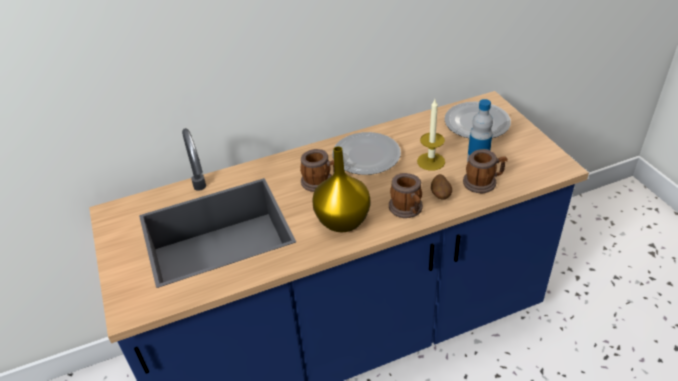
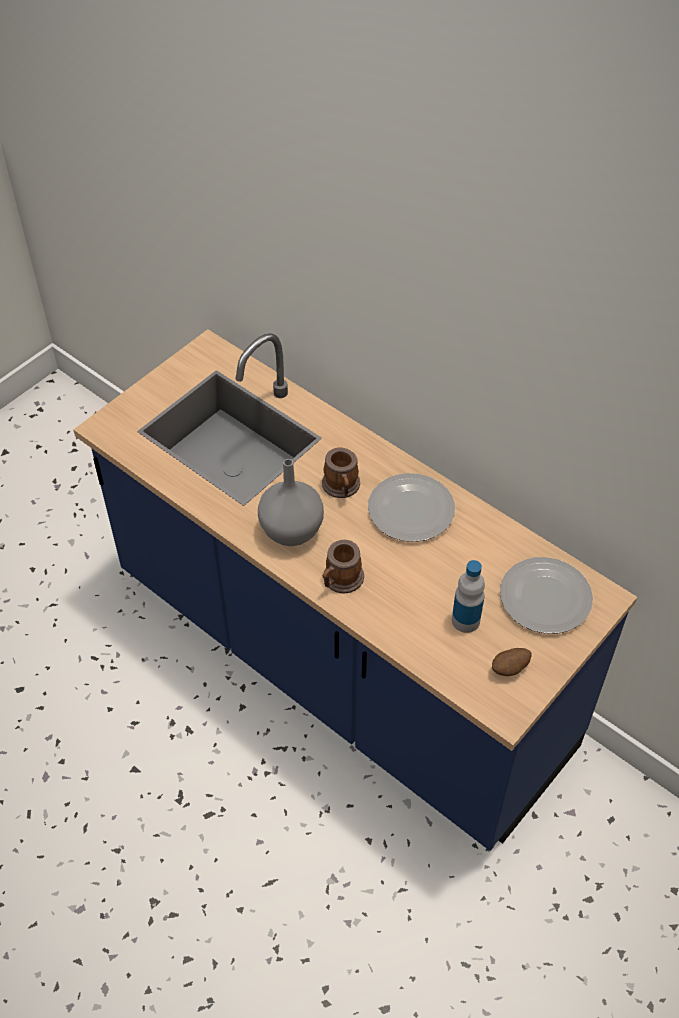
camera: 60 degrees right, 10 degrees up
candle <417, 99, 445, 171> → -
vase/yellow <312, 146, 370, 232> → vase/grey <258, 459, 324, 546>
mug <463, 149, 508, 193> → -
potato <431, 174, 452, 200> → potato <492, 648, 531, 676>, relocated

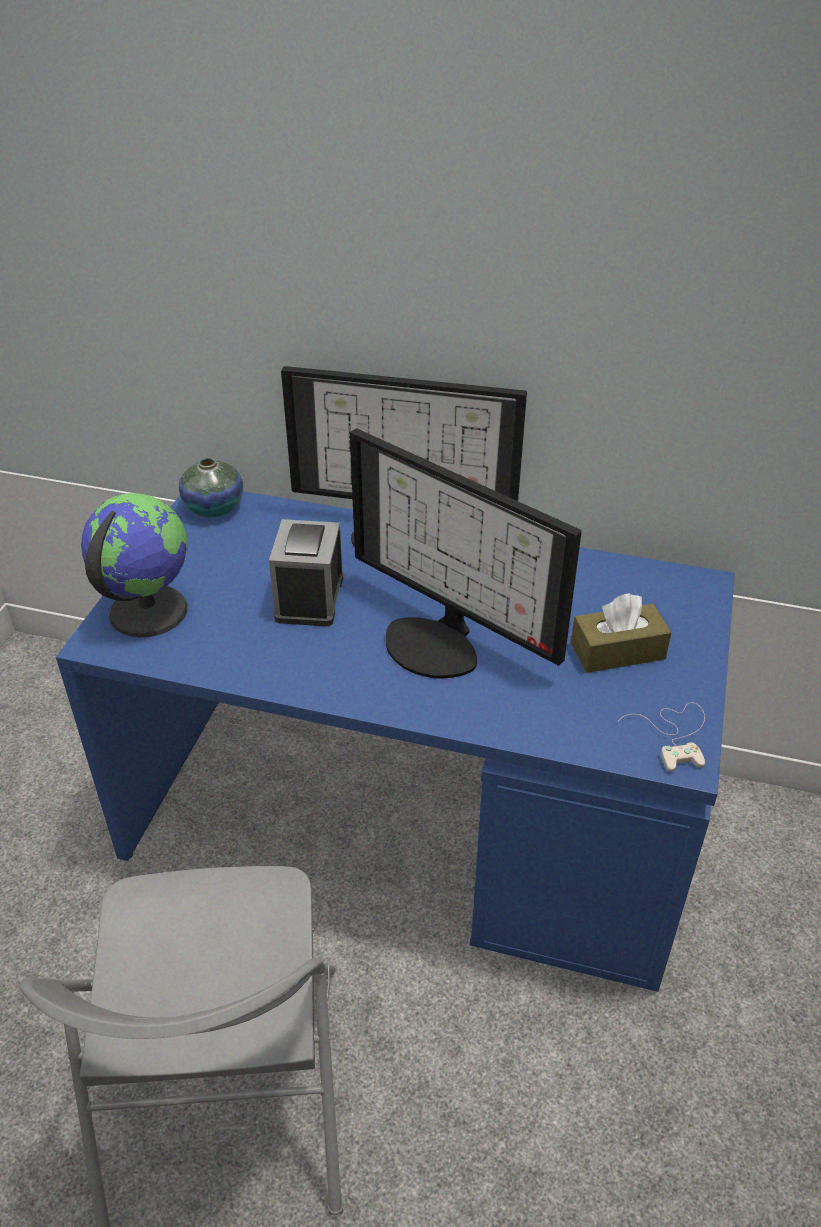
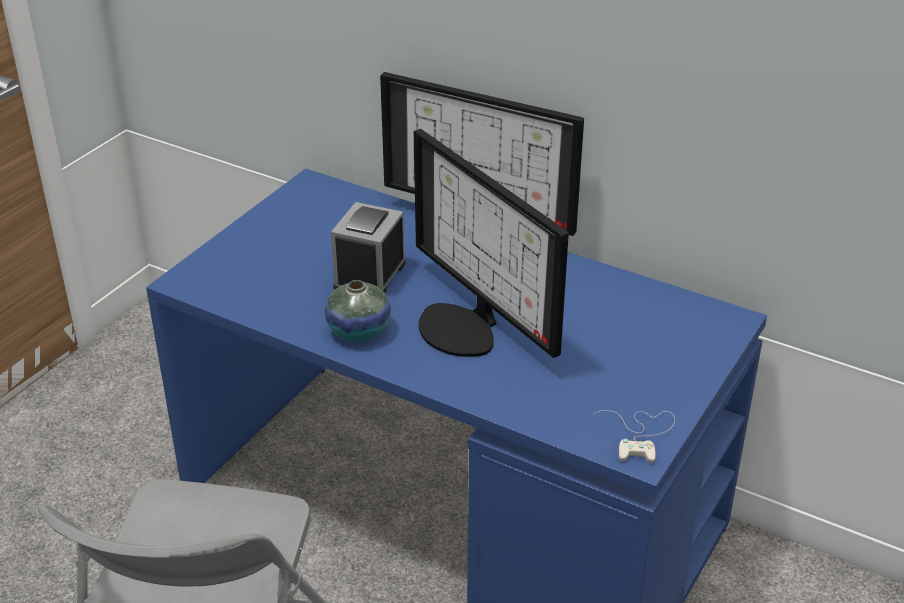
camera: 15 degrees right, 5 degrees down
vase <179, 458, 243, 517> → vase <324, 280, 391, 342>, relocated
globe <81, 493, 188, 637> → -
tissue box/brown <571, 593, 672, 673> → -

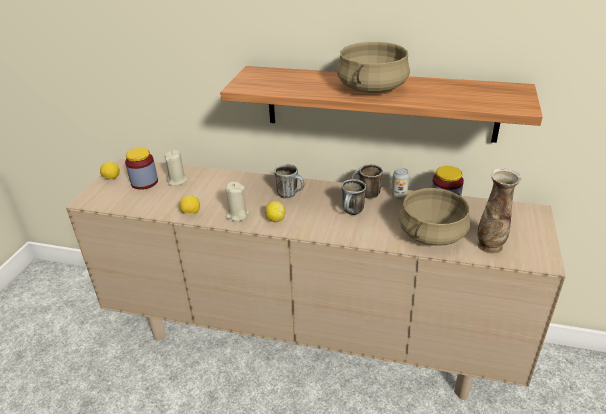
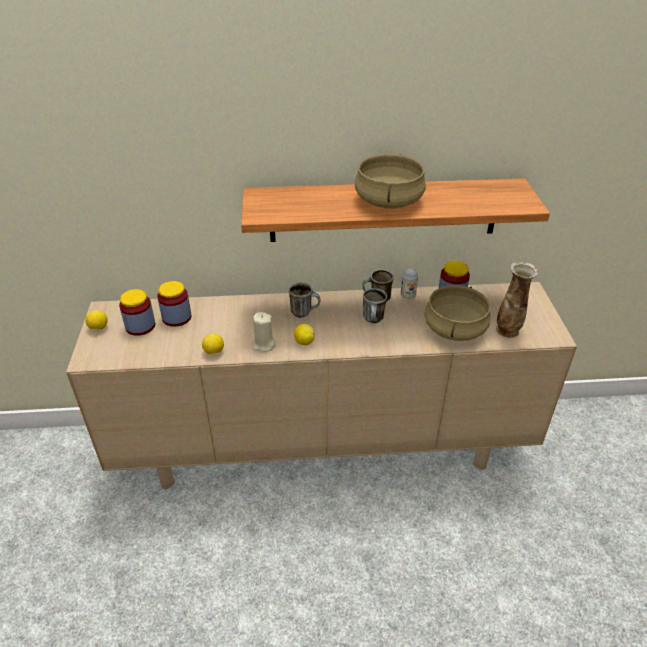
camera: 20 degrees left, 5 degrees up
candle/beige <164, 150, 188, 185> → jar <157, 281, 192, 327>

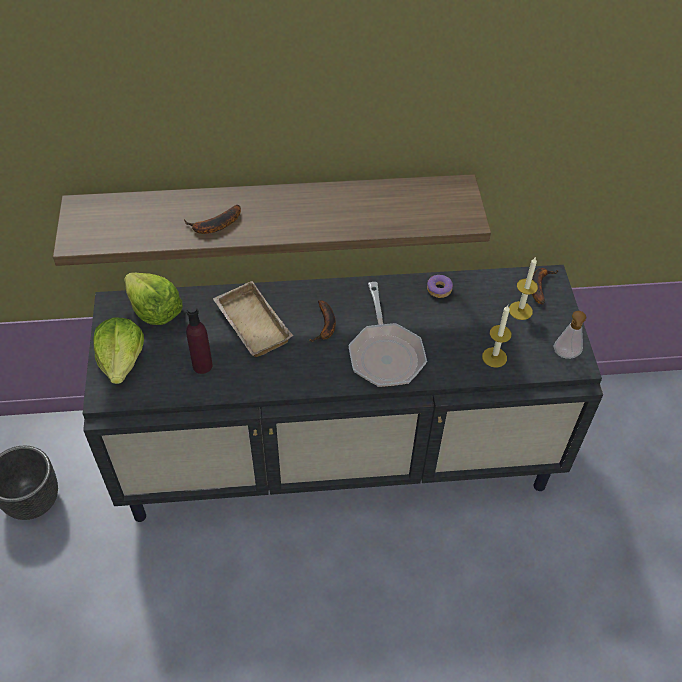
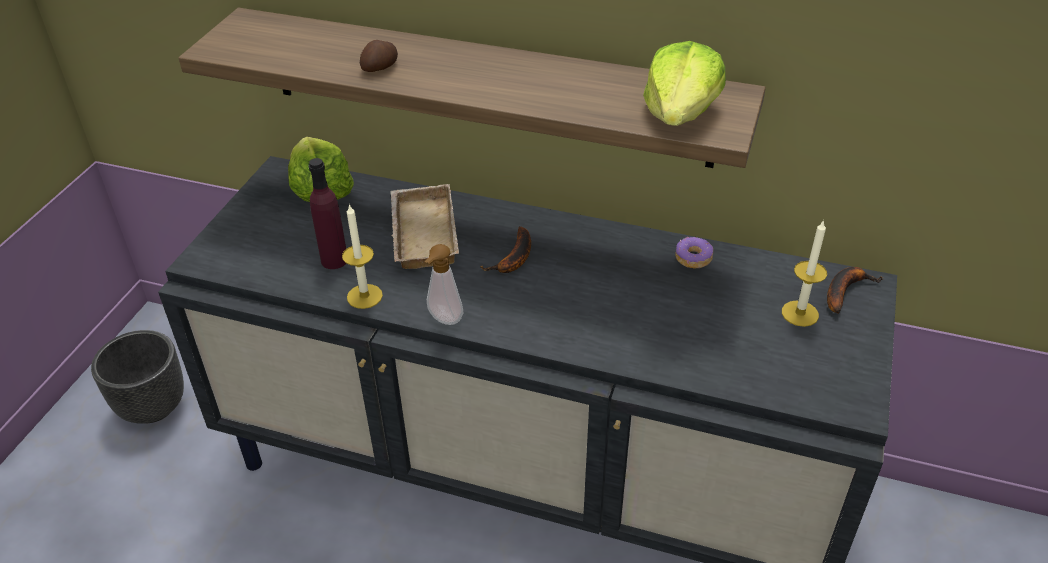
camera: 25 degrees right, 10 degrees down
banana <184, 205, 241, 234> → potato <360, 40, 398, 72>
frying pan <348, 282, 427, 387> → -
candle <482, 305, 512, 368> → candle <342, 204, 383, 309>, relocated
soap dispenser <553, 311, 587, 359> → soap dispenser <424, 244, 464, 325>, relocated
lettuce <93, 318, 144, 384> → lettuce <643, 41, 726, 126>, relocated

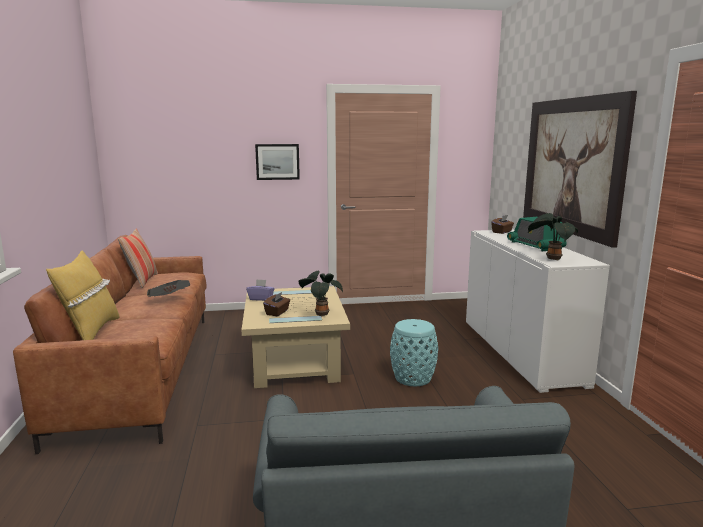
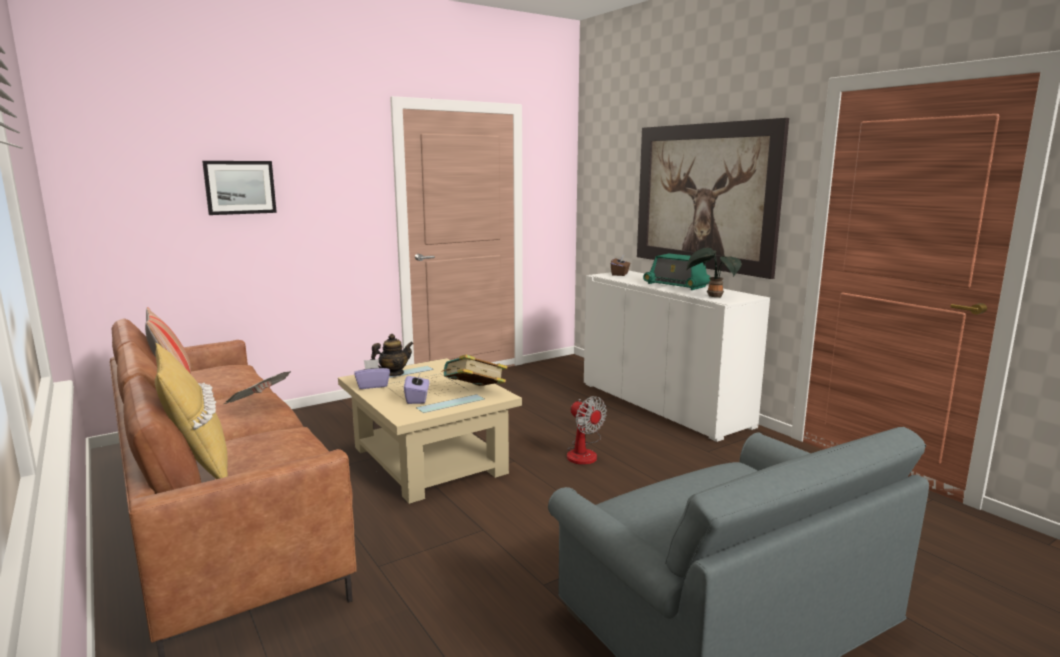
camera: 25 degrees left, 0 degrees up
picture <255, 144, 300, 180> → picture <202, 161, 277, 215>, relocated
potted plant <299, 271, 343, 317> → book <441, 354, 508, 386>
tissue box/brown <263, 292, 290, 316> → tissue box/purple <404, 372, 429, 404>
stool/turquoise <390, 319, 438, 386> → fan <567, 396, 607, 465>
- → teapot <371, 334, 414, 376>

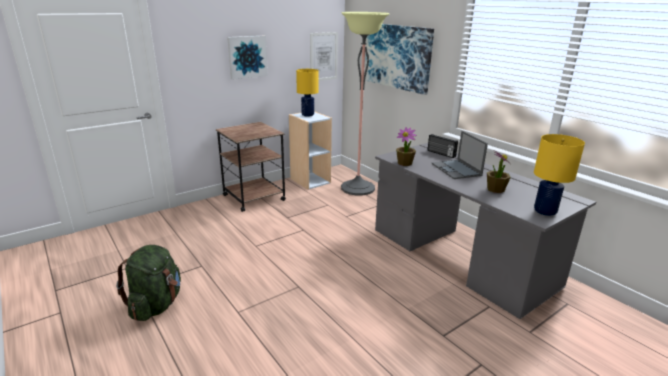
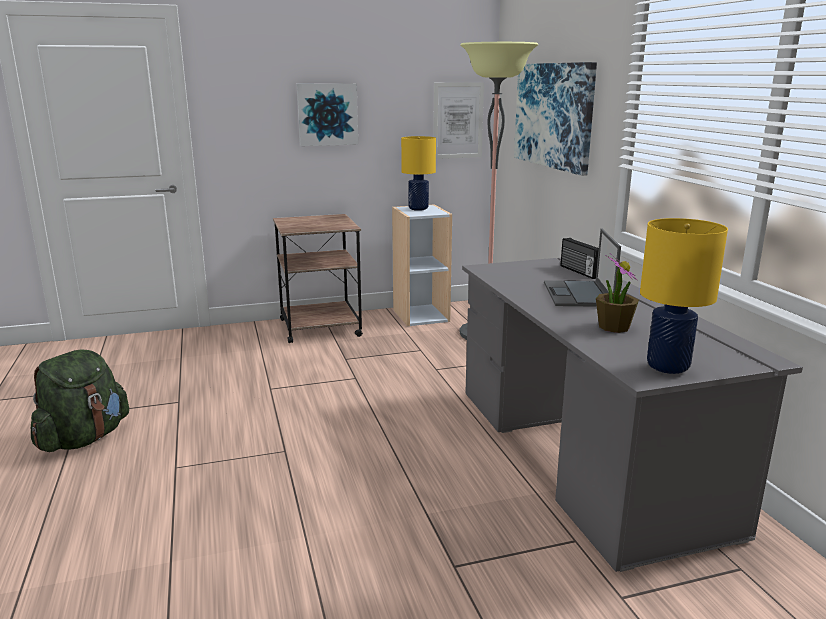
camera: 20 degrees right, 5 degrees down
potted plant <396, 127, 417, 166> → -

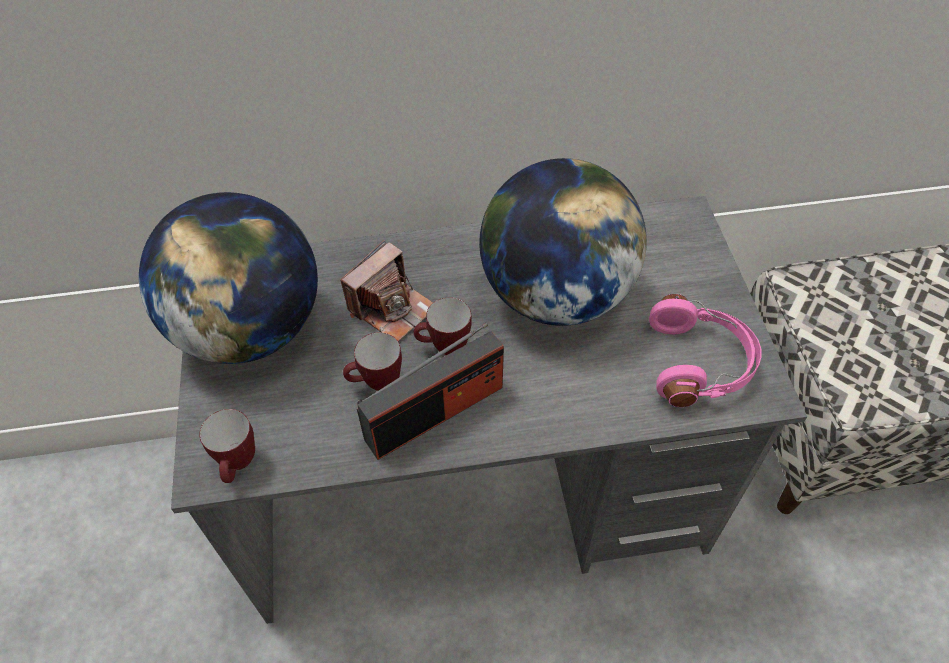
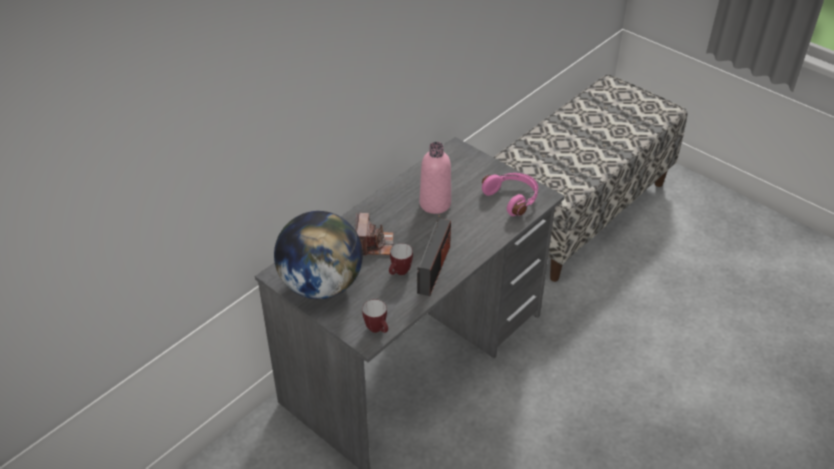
camera: 40 degrees left, 10 degrees down
globe <479, 158, 647, 326> → bottle/pink <420, 142, 451, 214>
mug <414, 297, 472, 355> → -

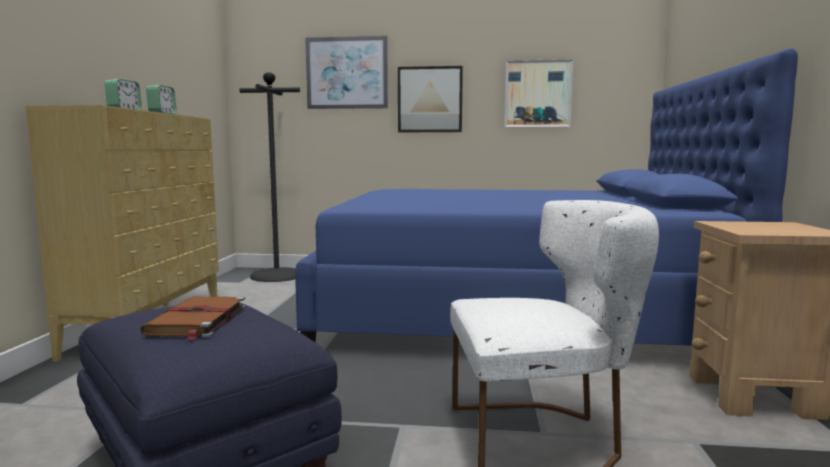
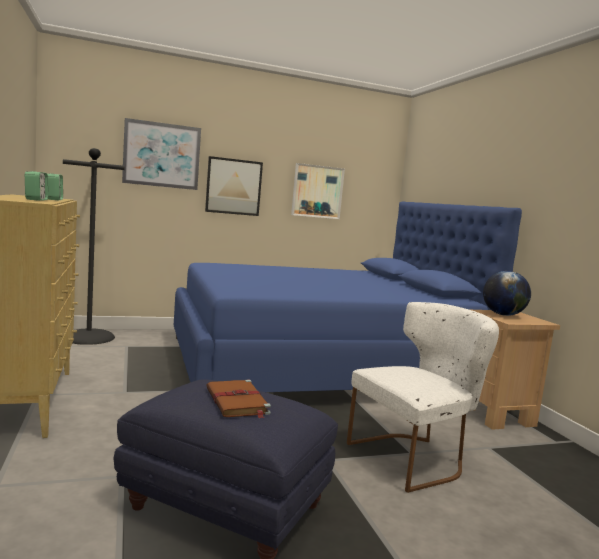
camera: 25 degrees left, 0 degrees up
- → globe <483, 271, 531, 316>

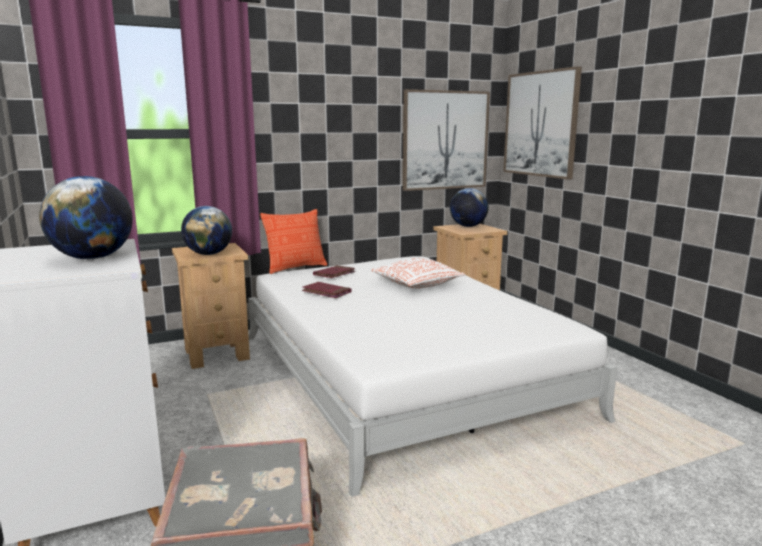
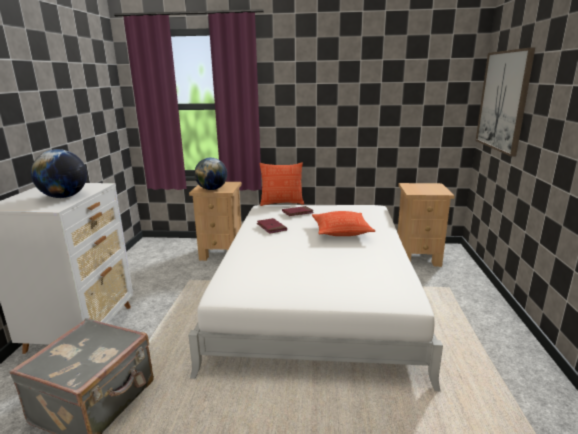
camera: 30 degrees right, 5 degrees up
picture <403, 89, 490, 191> → -
globe <450, 188, 489, 227> → -
pillow/white <371, 258, 465, 288> → pillow/orange <312, 211, 375, 236>

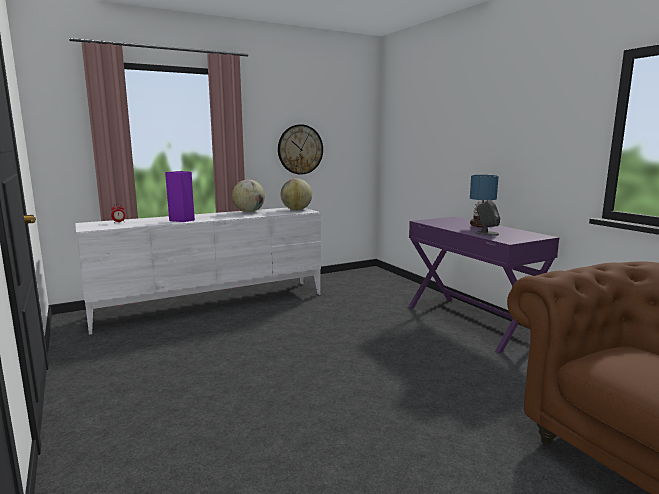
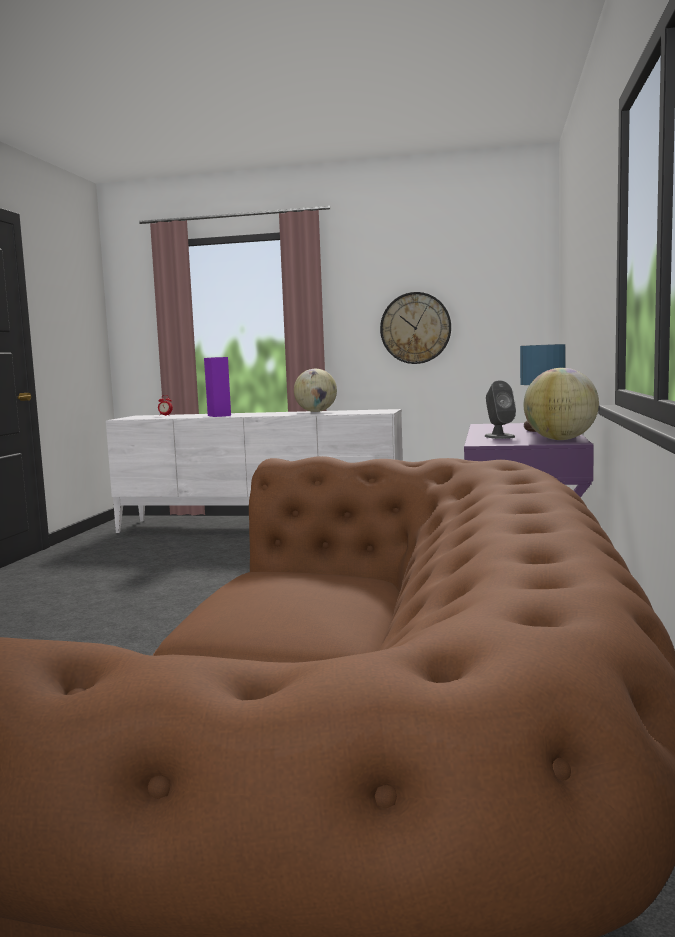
camera: 40 degrees right, 5 degrees down
globe <280, 178, 312, 210> → globe <524, 368, 599, 440>, relocated

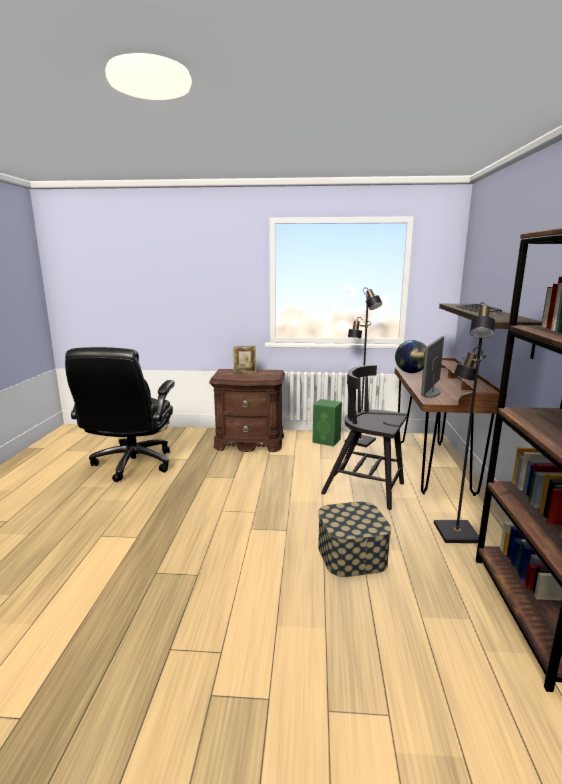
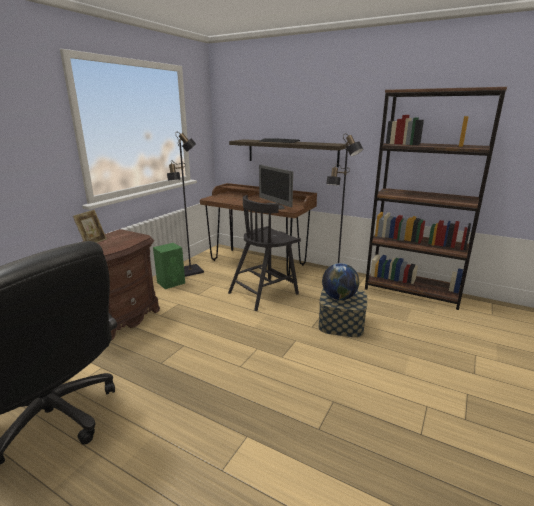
camera: 65 degrees left, 5 degrees up
globe <395, 340, 426, 373> → globe <322, 263, 359, 300>, relocated

